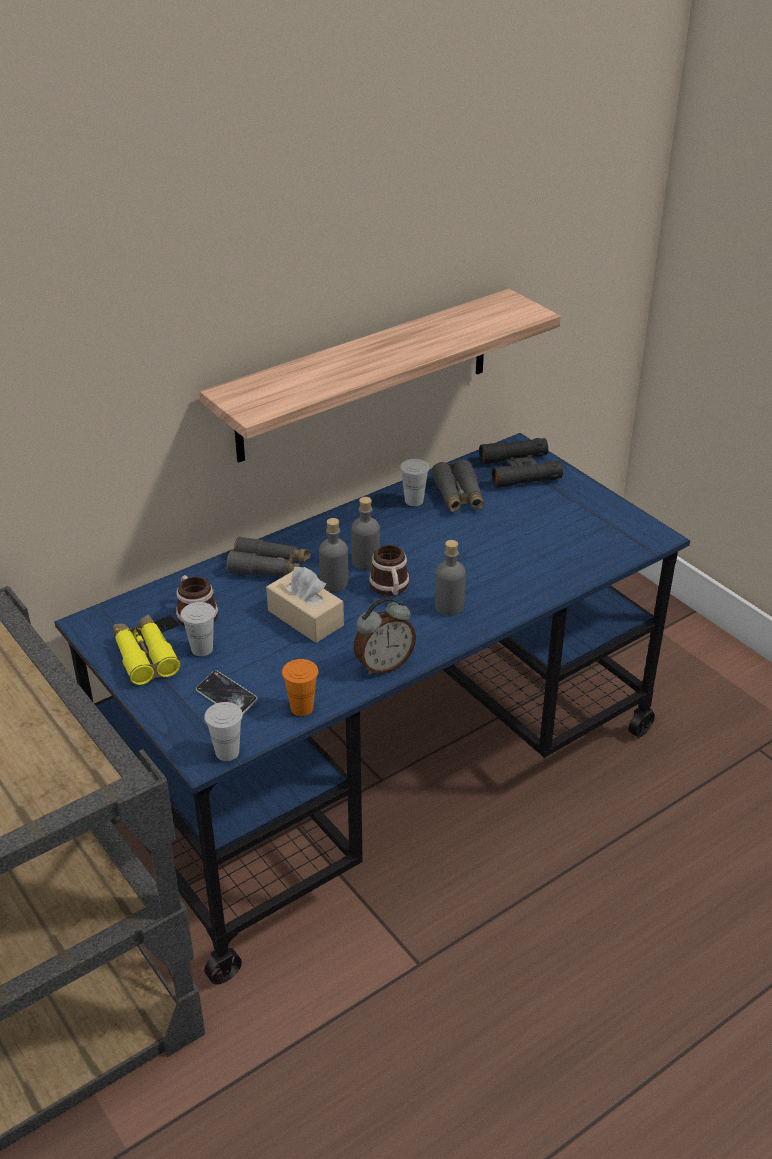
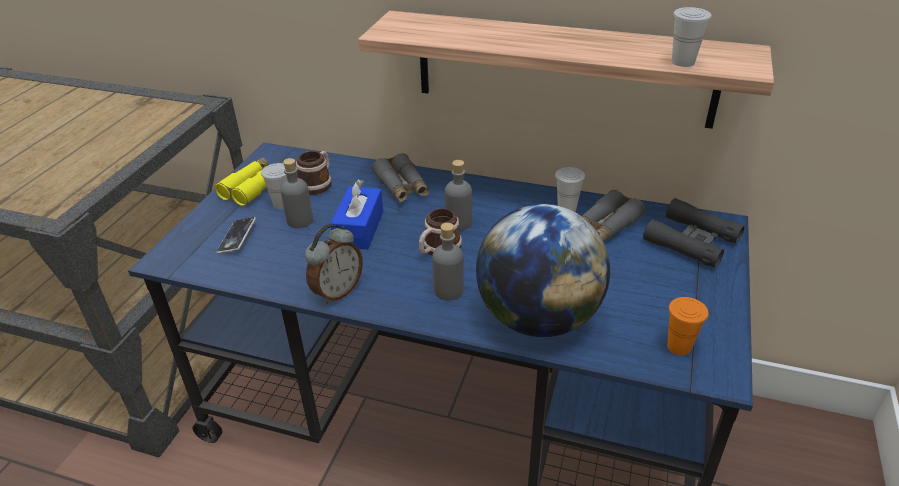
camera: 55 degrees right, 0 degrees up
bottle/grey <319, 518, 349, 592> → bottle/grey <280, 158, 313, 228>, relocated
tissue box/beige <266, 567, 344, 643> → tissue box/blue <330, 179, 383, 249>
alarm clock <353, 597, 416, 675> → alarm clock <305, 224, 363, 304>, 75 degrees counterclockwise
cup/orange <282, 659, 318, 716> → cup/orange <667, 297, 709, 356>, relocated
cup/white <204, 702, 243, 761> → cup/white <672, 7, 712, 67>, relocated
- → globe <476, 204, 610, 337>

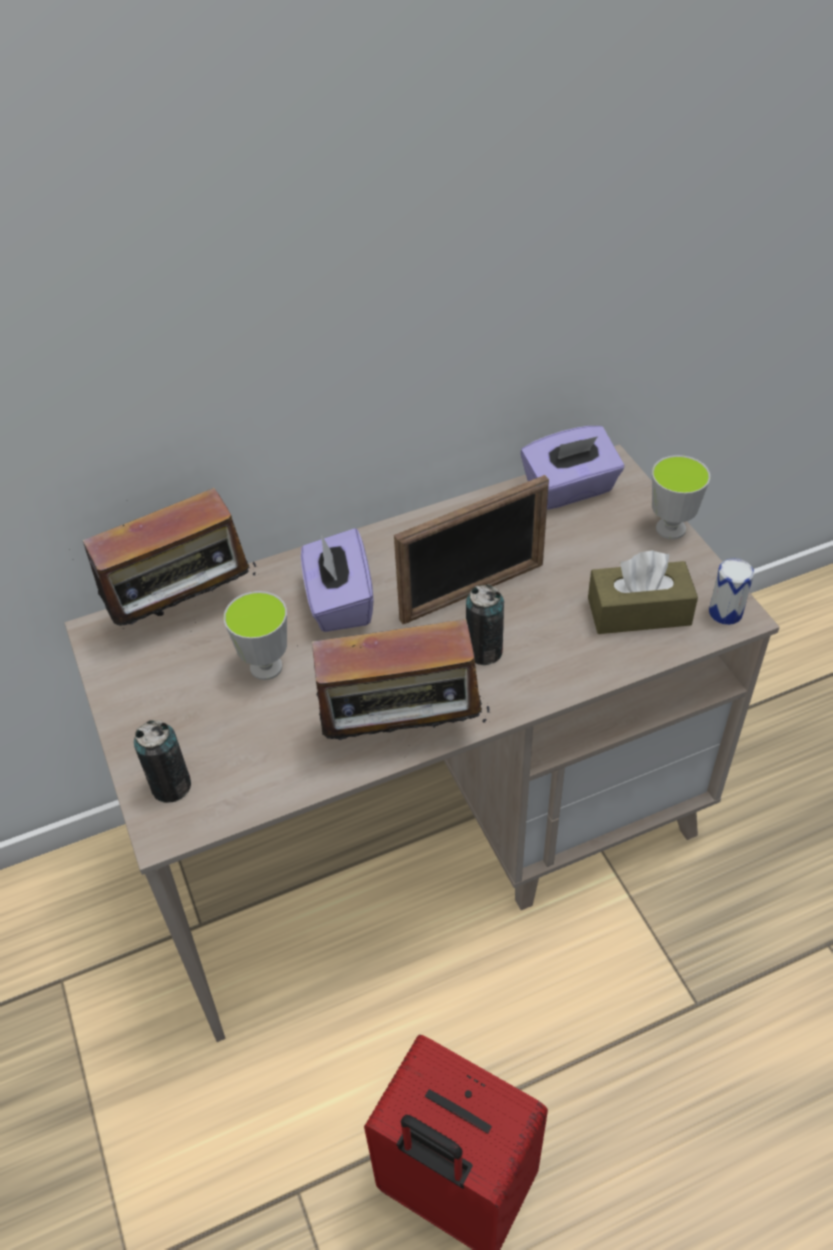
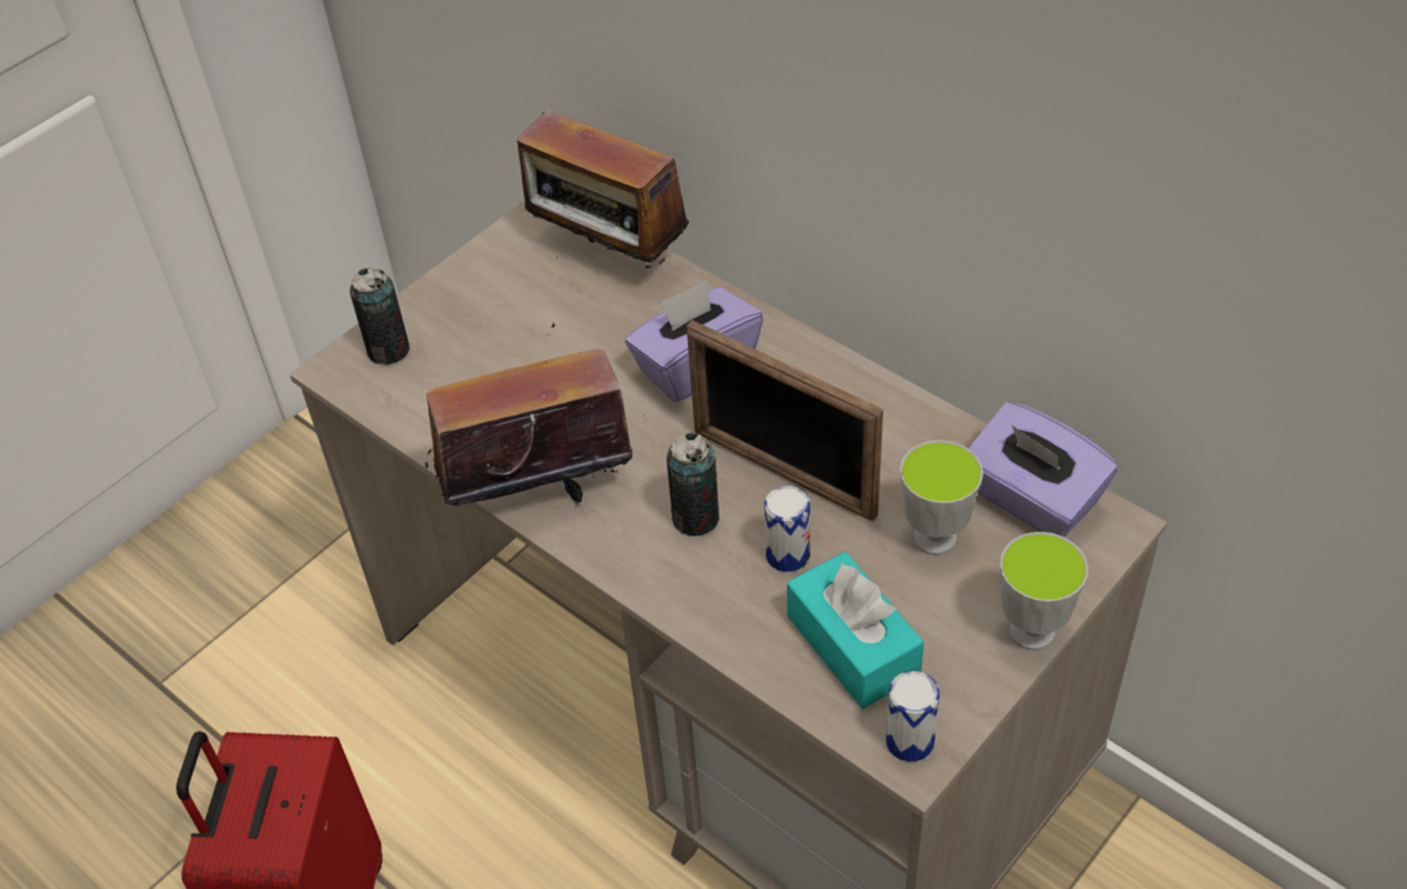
camera: 65 degrees right, 0 degrees up
tissue box/brown <588, 550, 698, 634> → tissue box/turquoise <787, 552, 924, 709>
cup <224, 591, 287, 680> → cup <900, 440, 983, 555>, relocated
radio <296, 615, 491, 762> → radio <424, 323, 646, 506>, 105 degrees clockwise
- → can <764, 486, 810, 572>

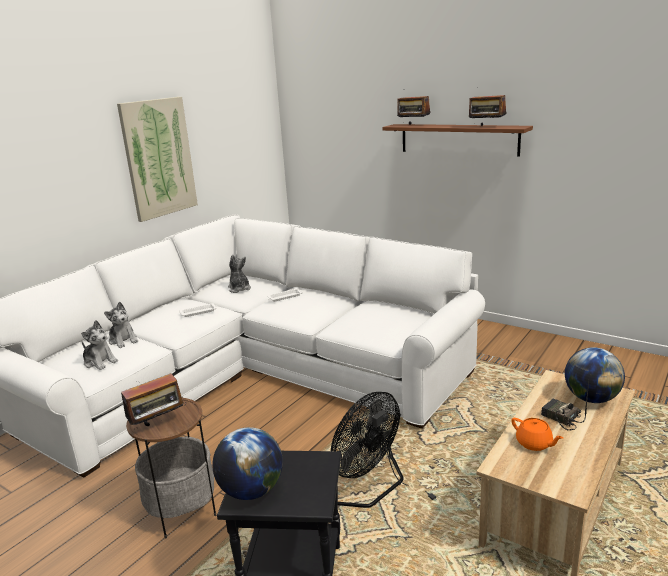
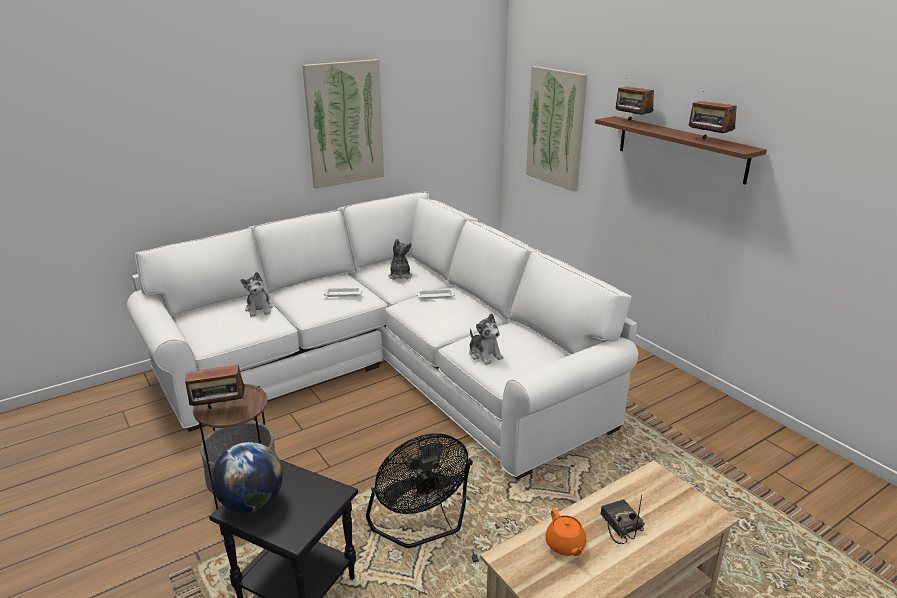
camera: 20 degrees right, 5 degrees up
plush toy <81, 320, 118, 370> → plush toy <469, 313, 503, 365>, relocated
globe <565, 347, 625, 403> → -
- → picture <526, 66, 587, 191>

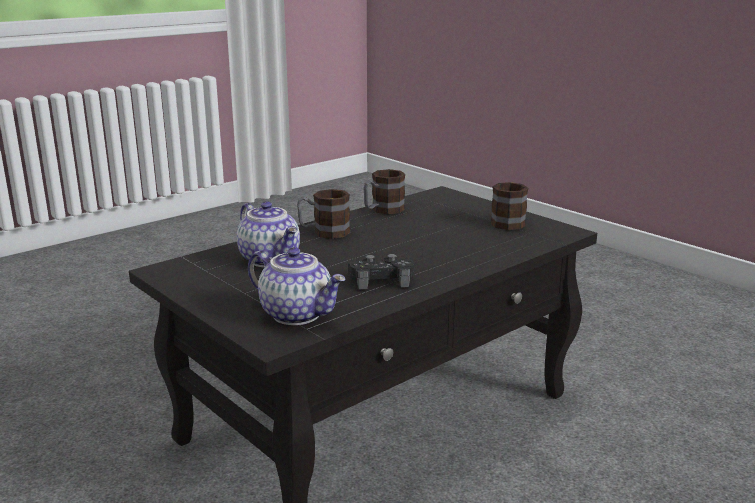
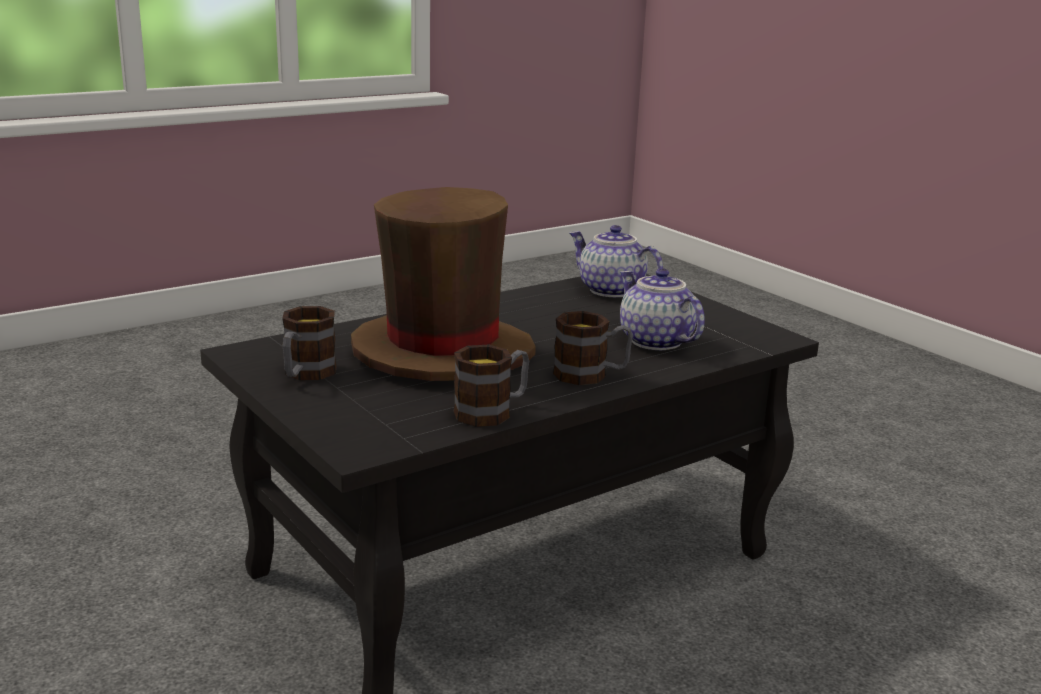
camera: 175 degrees left, 0 degrees up
game controller/black <348, 254, 414, 289> → -
- → hat/brown <351, 187, 536, 381>

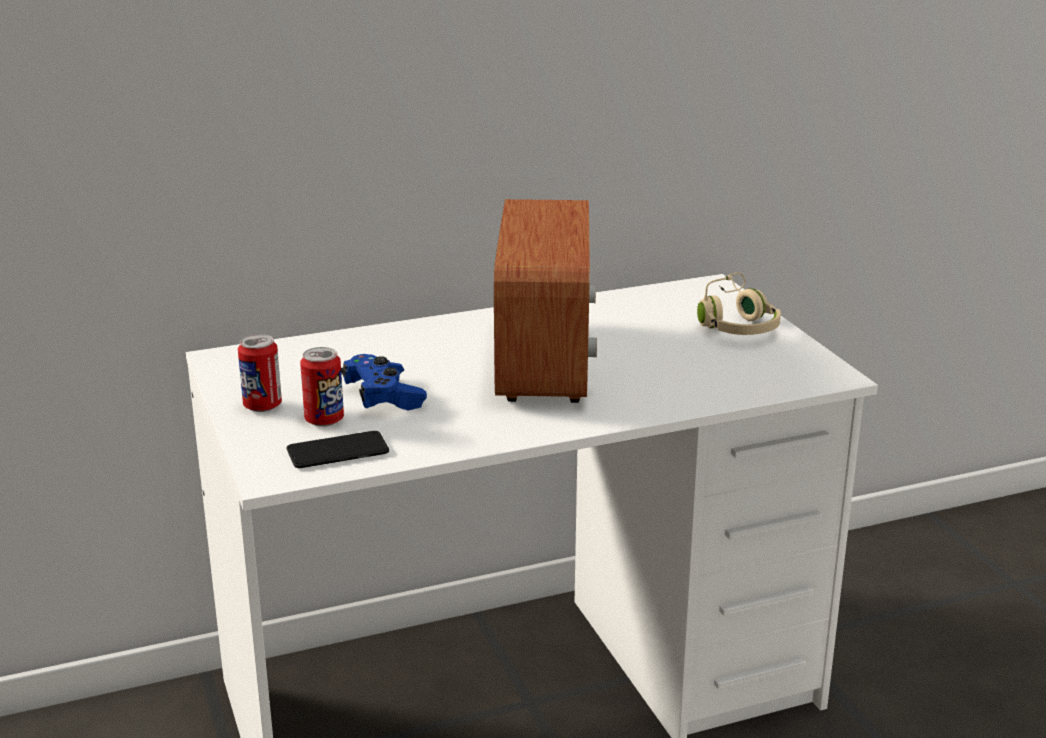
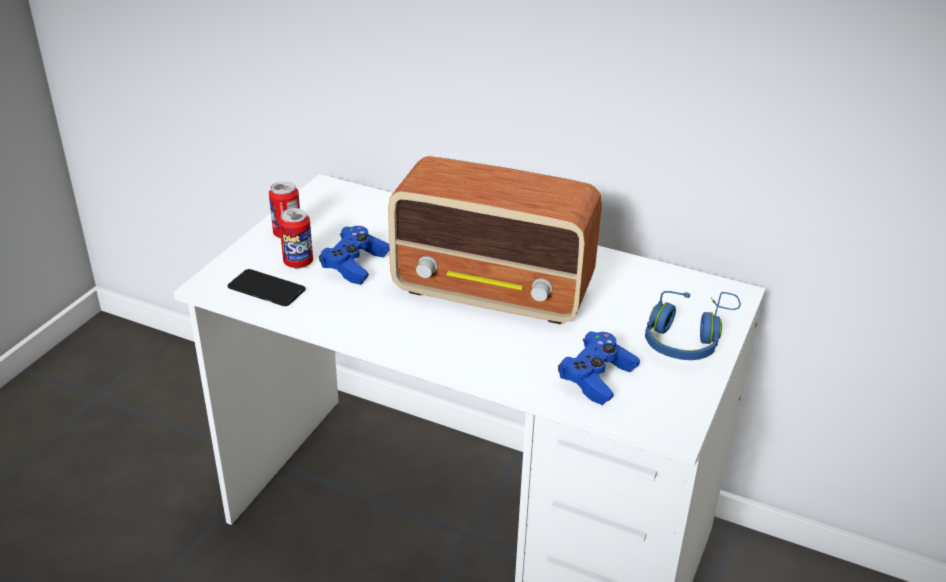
camera: 45 degrees right, 10 degrees up
radio <494, 199, 597, 403> → radio <388, 156, 602, 324>, 60 degrees clockwise
headphones/beige <697, 272, 781, 335> → headphones/blue <645, 291, 741, 360>
- → game controller/blue <558, 331, 640, 405>

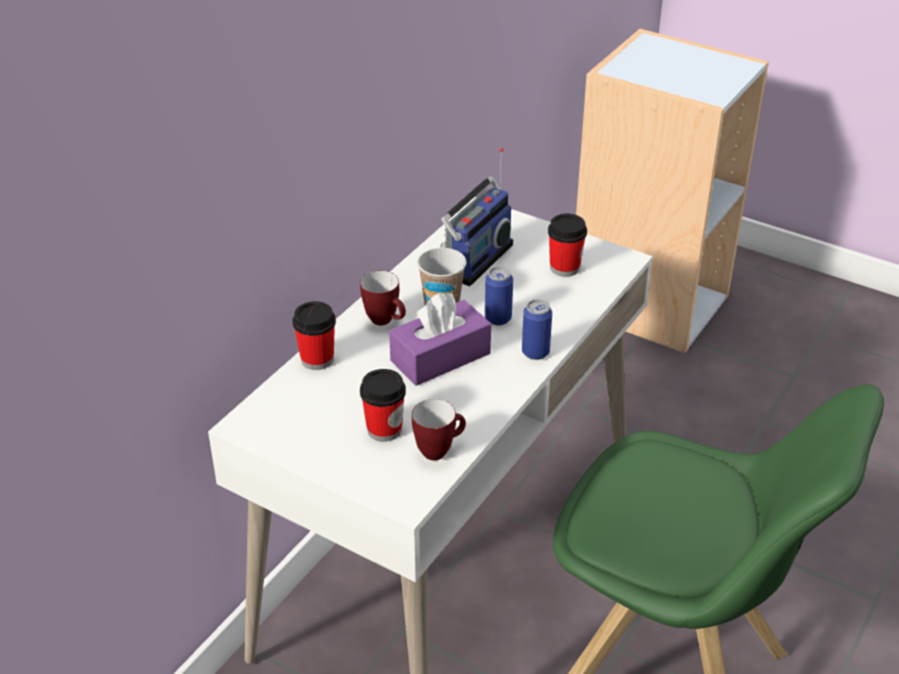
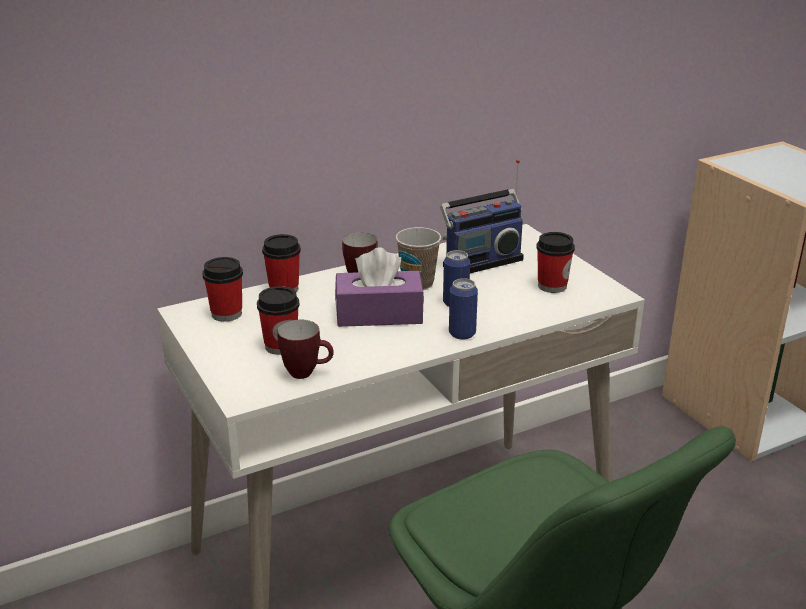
camera: 30 degrees right, 10 degrees down
- → cup <202, 257, 243, 322>

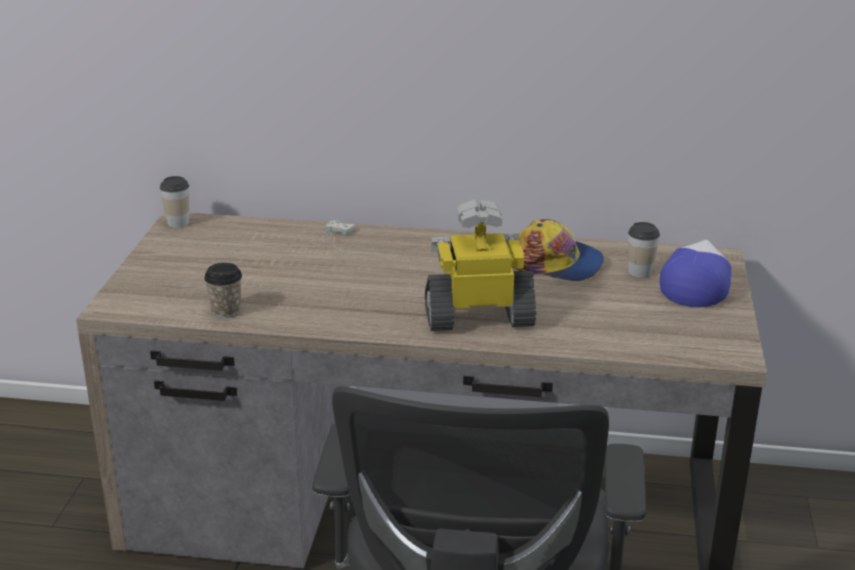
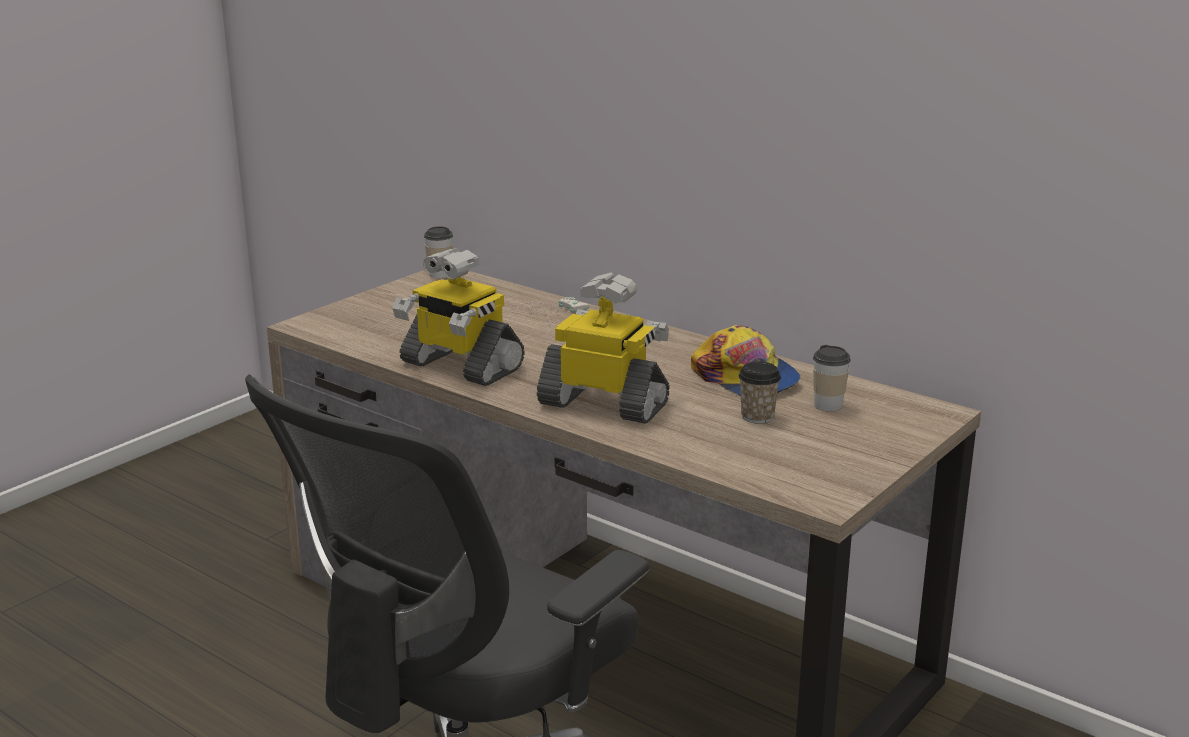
camera: 30 degrees right, 5 degrees down
cap <660, 240, 732, 307> → -
cup <204, 263, 242, 318> → cup <739, 362, 781, 424>, relocated
- → toy robot <392, 248, 524, 386>

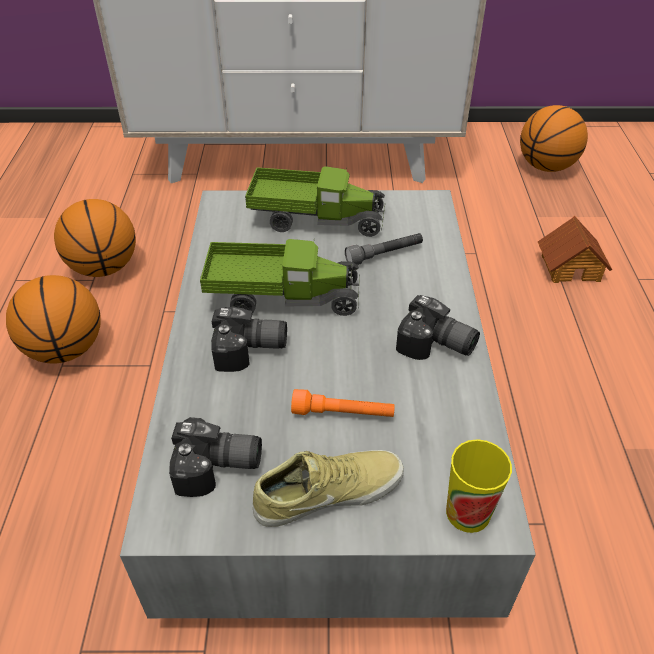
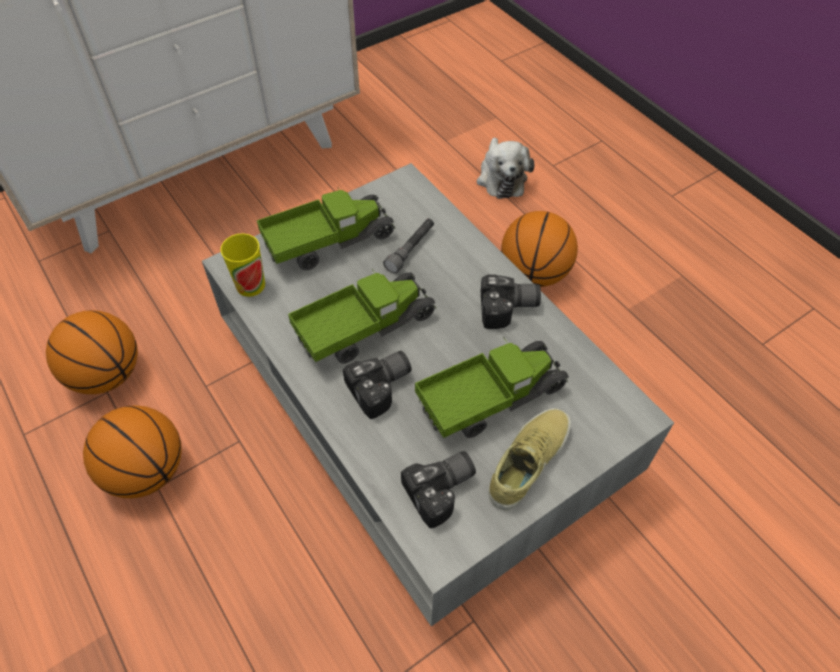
camera: 35 degrees left, 10 degrees up
basketball <520, 105, 588, 172> → basketball <501, 211, 578, 287>, relocated
toy house <538, 216, 612, 283> → plush toy <477, 138, 534, 199>
flashlight/orange <291, 389, 395, 417> → toy truck <415, 337, 569, 438>
cup <446, 439, 512, 533> → cup <221, 233, 265, 297>, relocated

